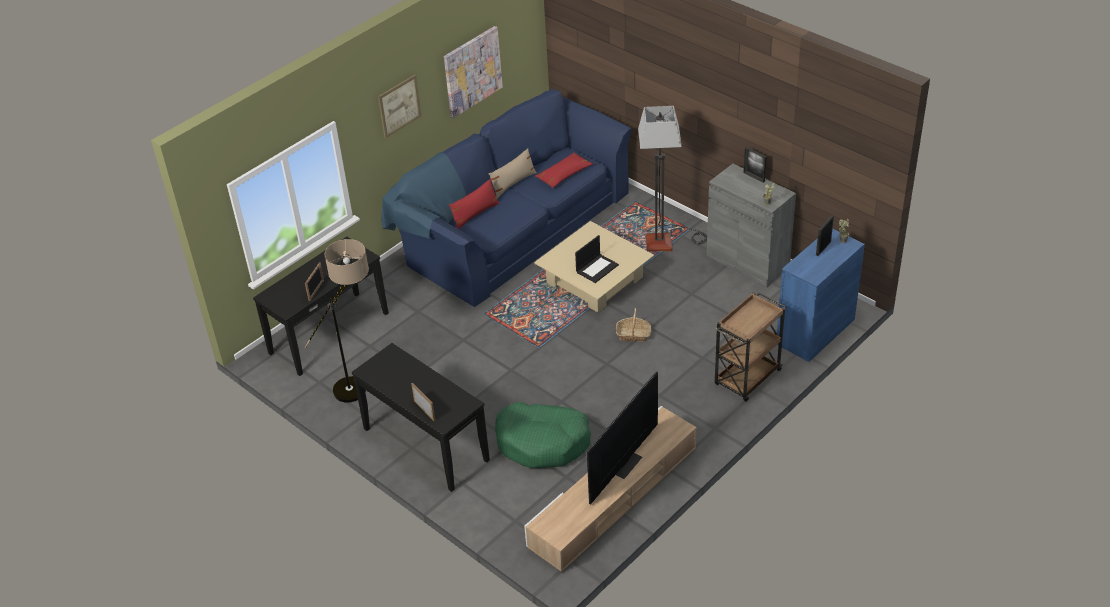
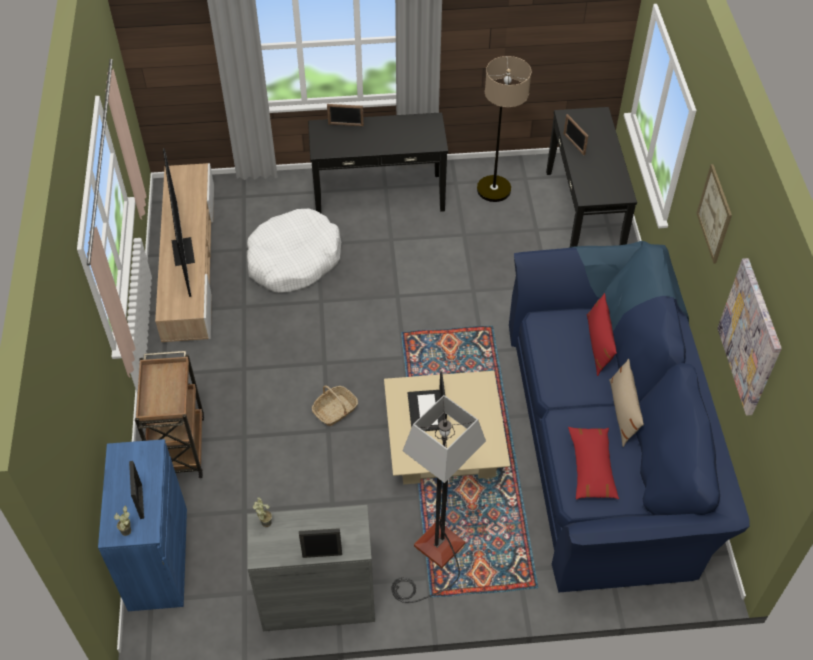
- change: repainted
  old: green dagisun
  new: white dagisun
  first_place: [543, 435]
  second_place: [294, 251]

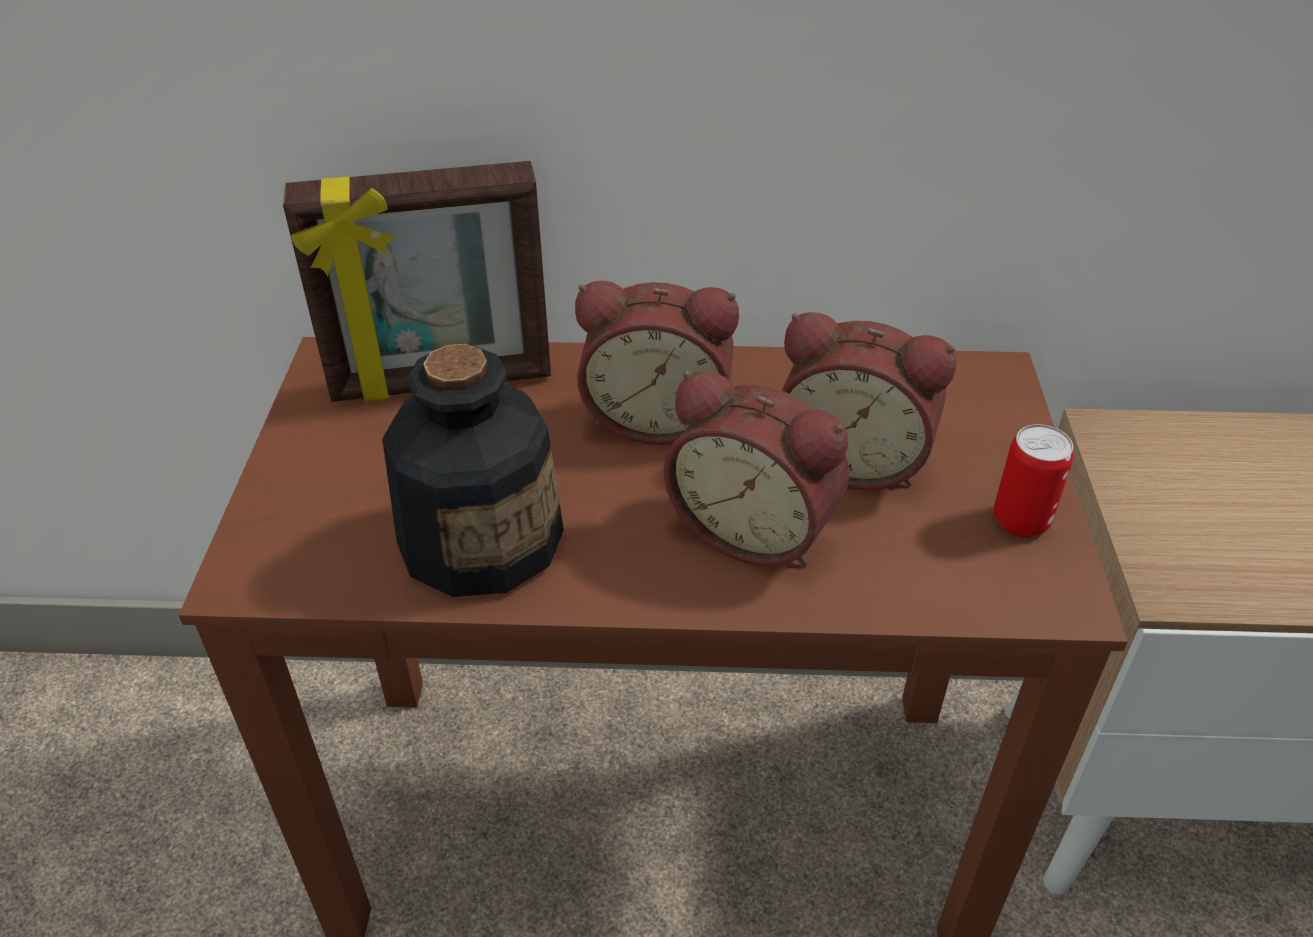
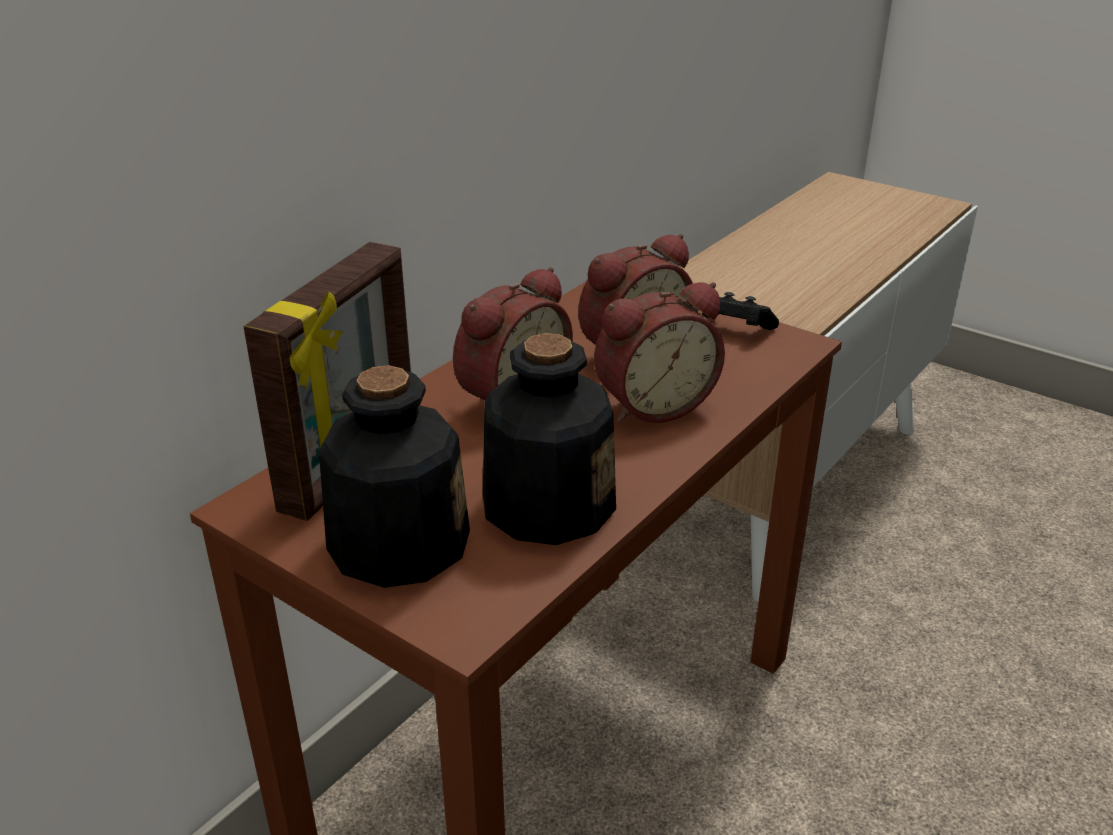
- change: new
  new: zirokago
  second_place: [394, 476]
- change: swapped
  old: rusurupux
  new: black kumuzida
  first_place: [1034, 480]
  second_place: [740, 311]

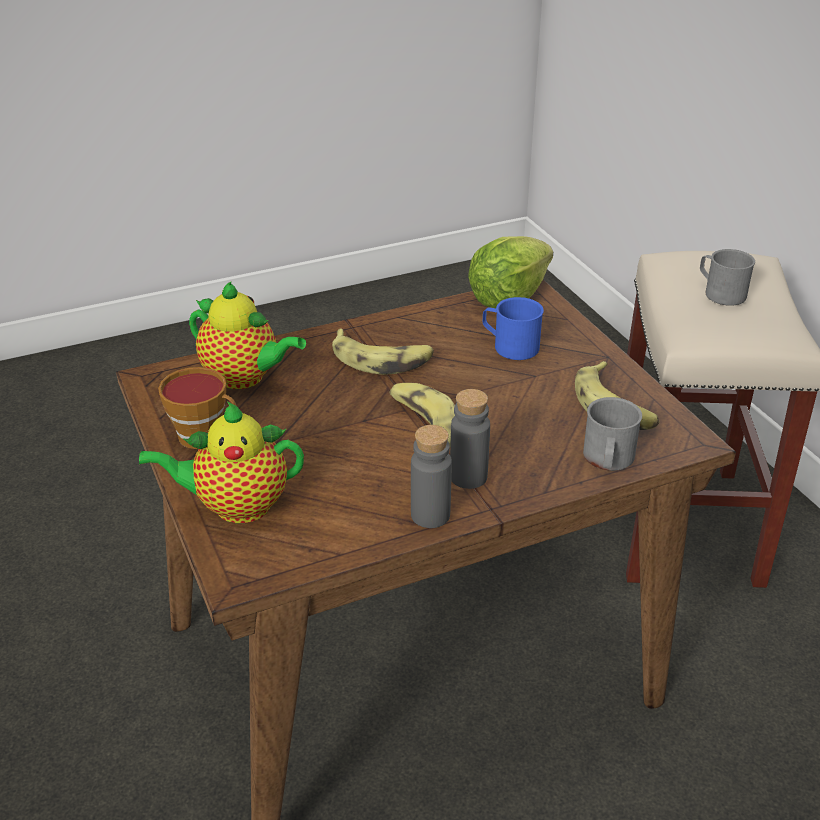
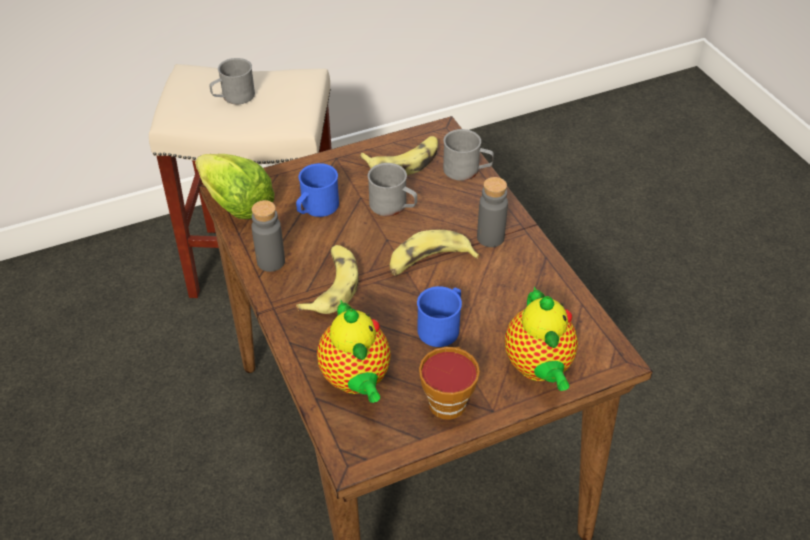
- change: shifted
  old: grey zirokago
  first_place: [431, 476]
  second_place: [268, 236]
- change: rotated
  old: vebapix
  first_place: [247, 335]
  second_place: [354, 351]
  degrees: 135
- change: new
  new: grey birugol
  second_place: [392, 189]
- change: new
  new: blue birugol
  second_place: [439, 316]

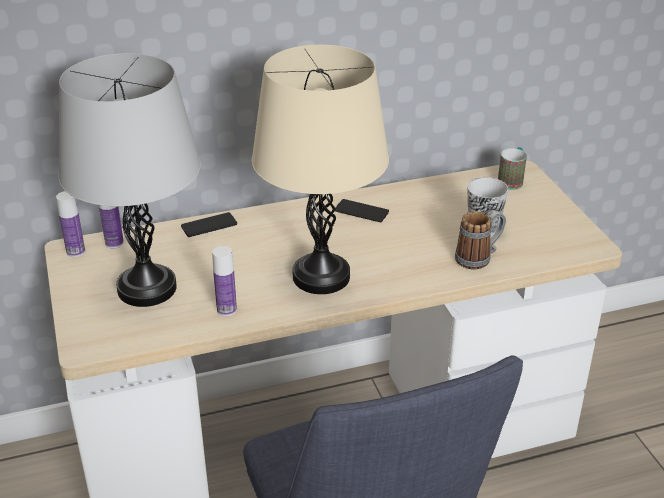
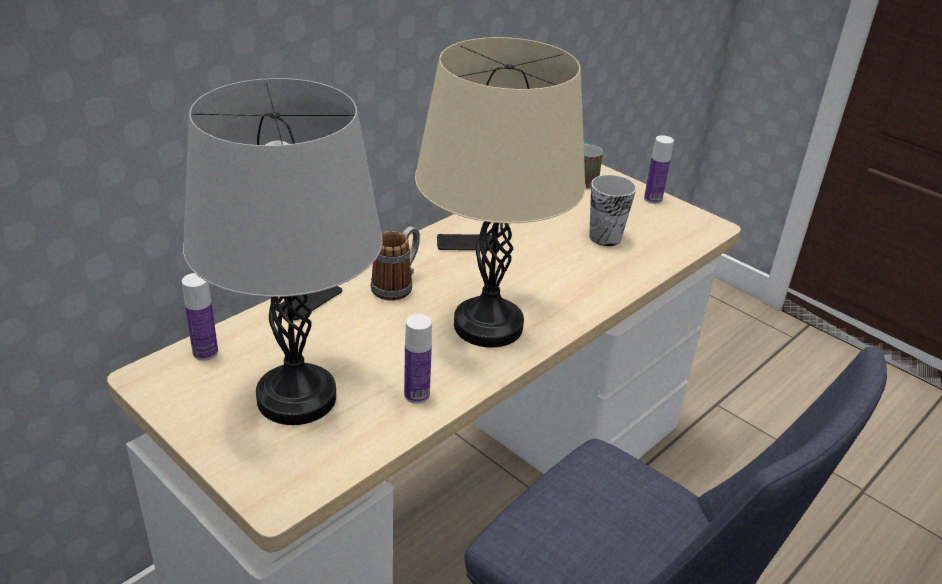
- change: shifted
  old: birugol
  first_place: [480, 240]
  second_place: [395, 263]
- change: shifted
  old: zirokago
  first_place: [70, 224]
  second_place: [659, 169]

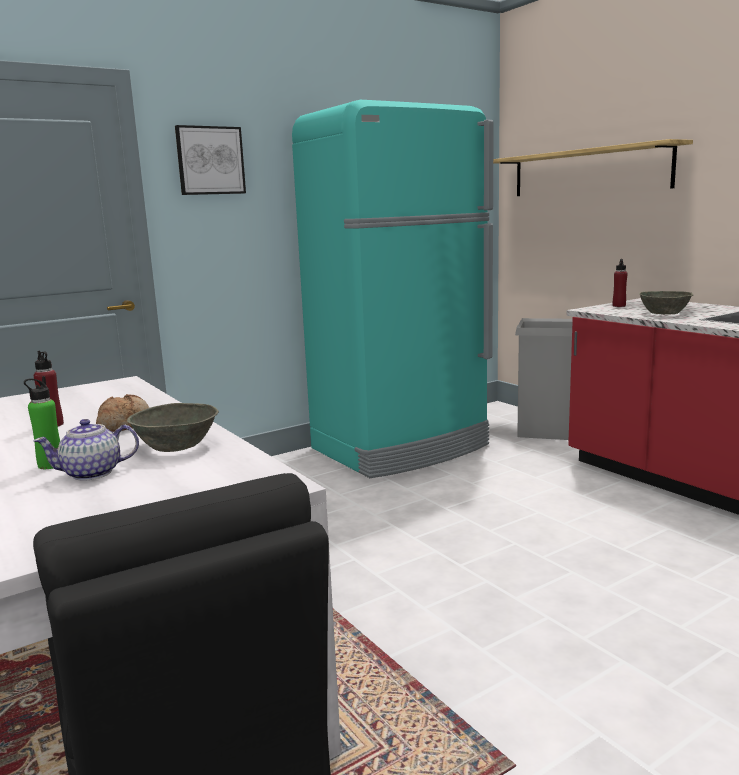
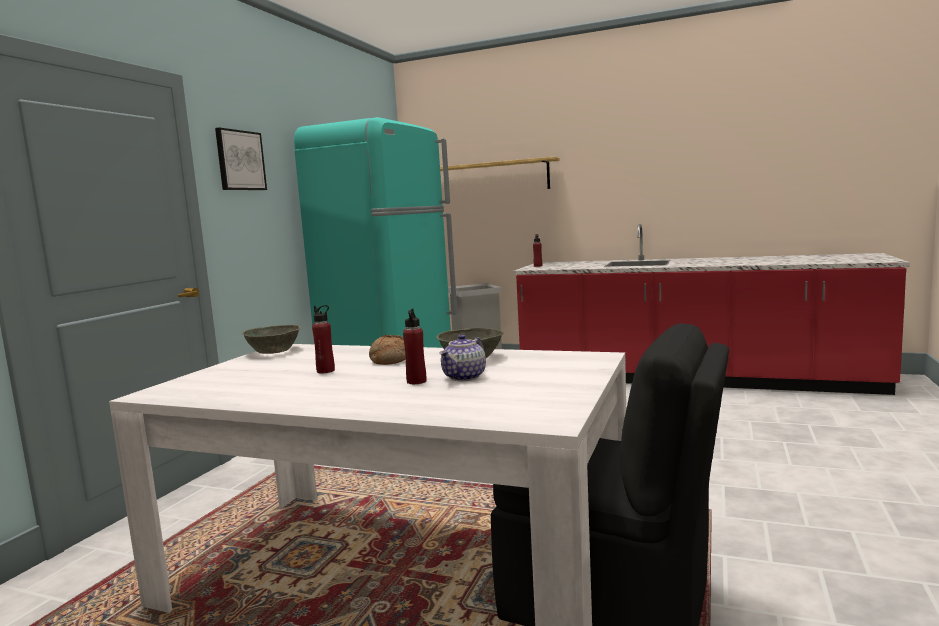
- change: shifted
  old: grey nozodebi
  first_place: [666, 303]
  second_place: [271, 339]
- change: repainted
  old: green zirokago
  new: red zirokago
  first_place: [42, 422]
  second_place: [414, 346]

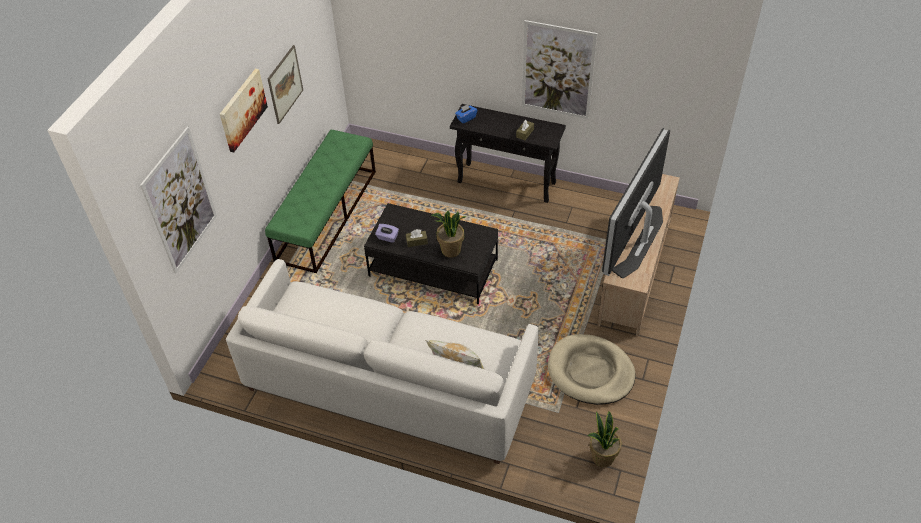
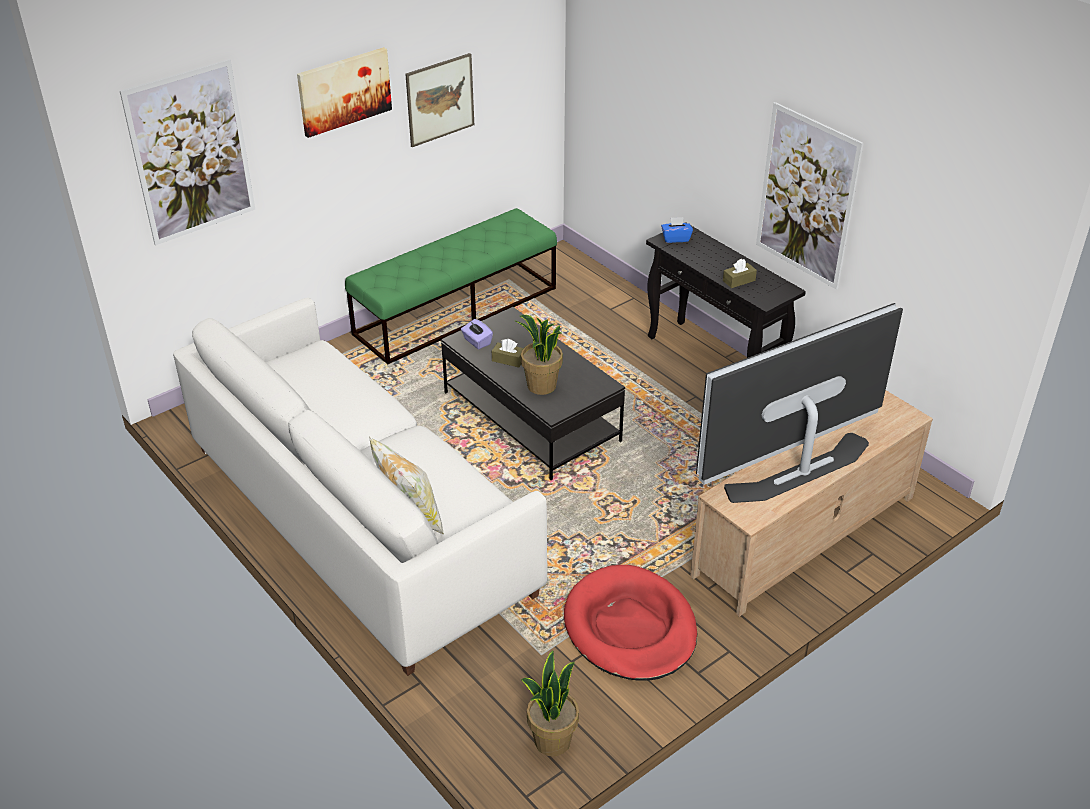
- change: repainted
  old: beige dagisun
  new: red dagisun
  first_place: [592, 369]
  second_place: [630, 623]

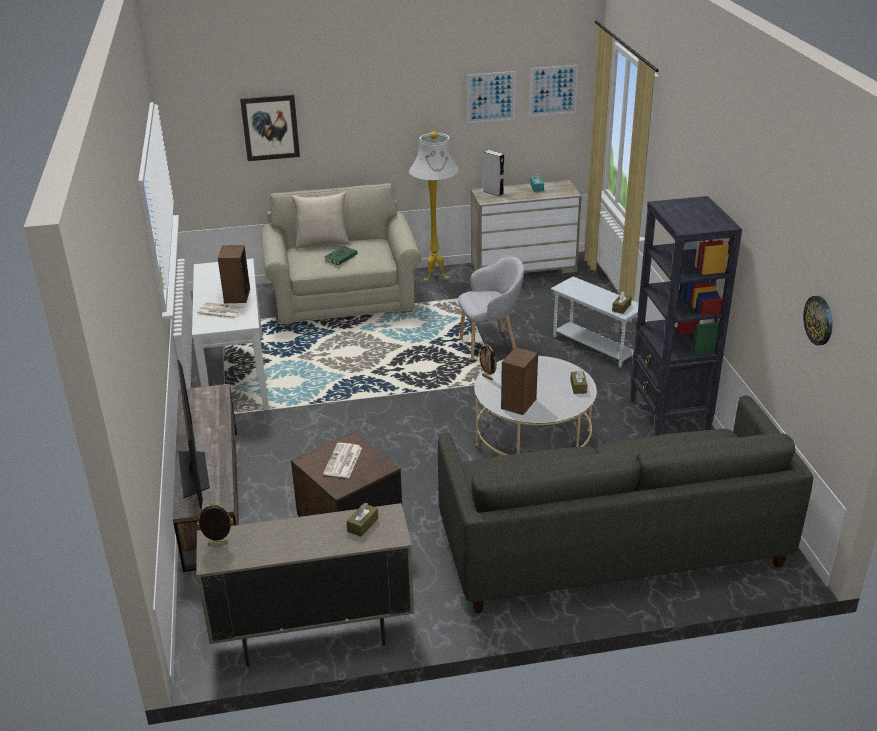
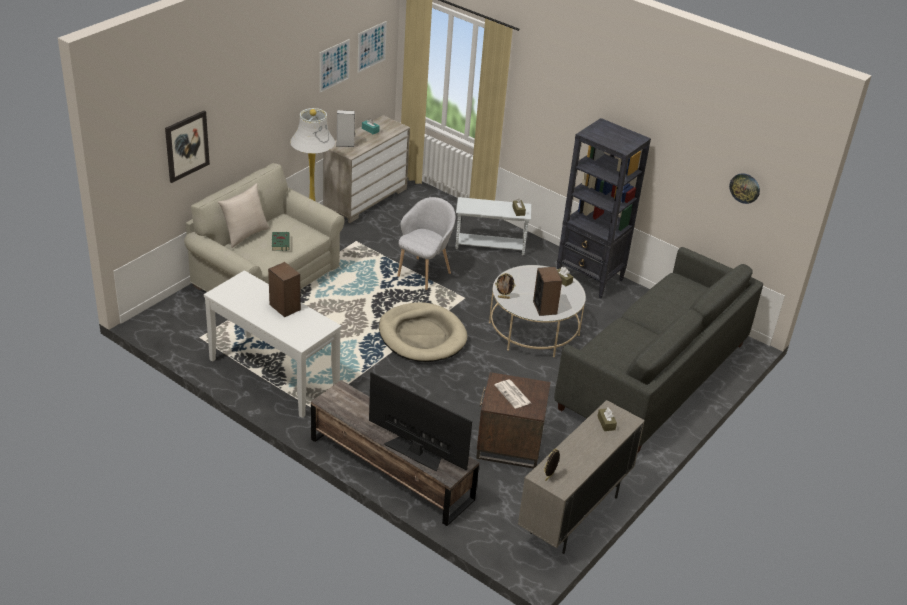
- change: new
  new: beige dagisun
  second_place: [423, 332]
- change: gone
  old: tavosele
  first_place: [220, 310]

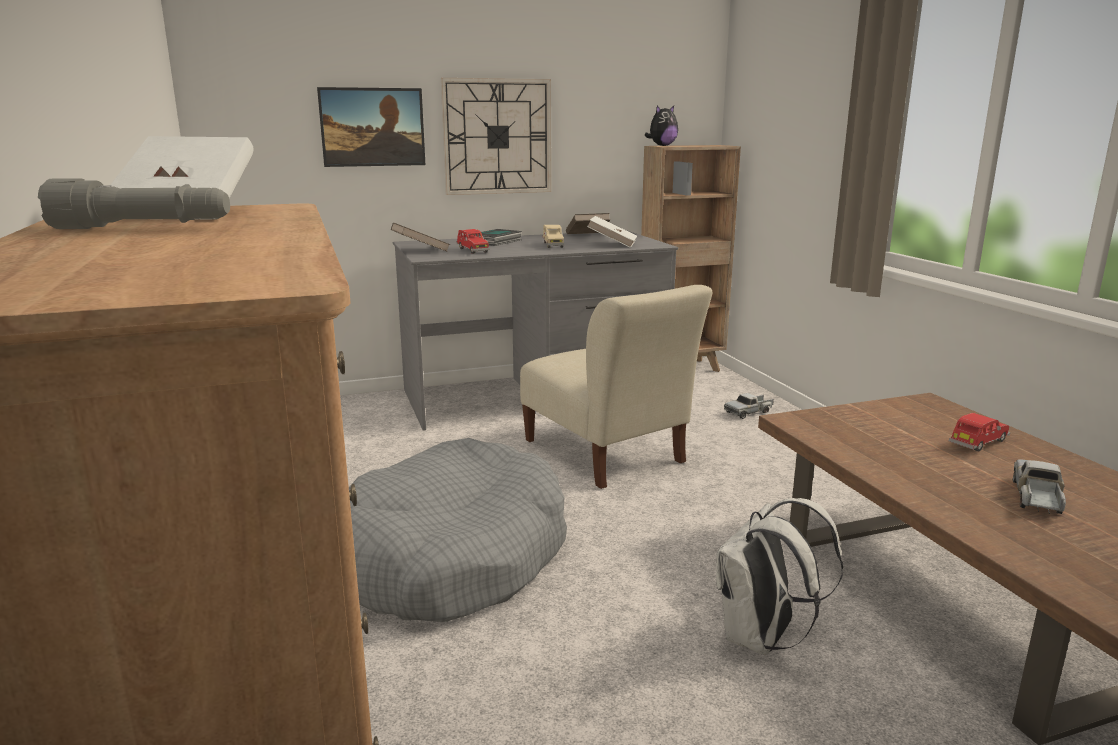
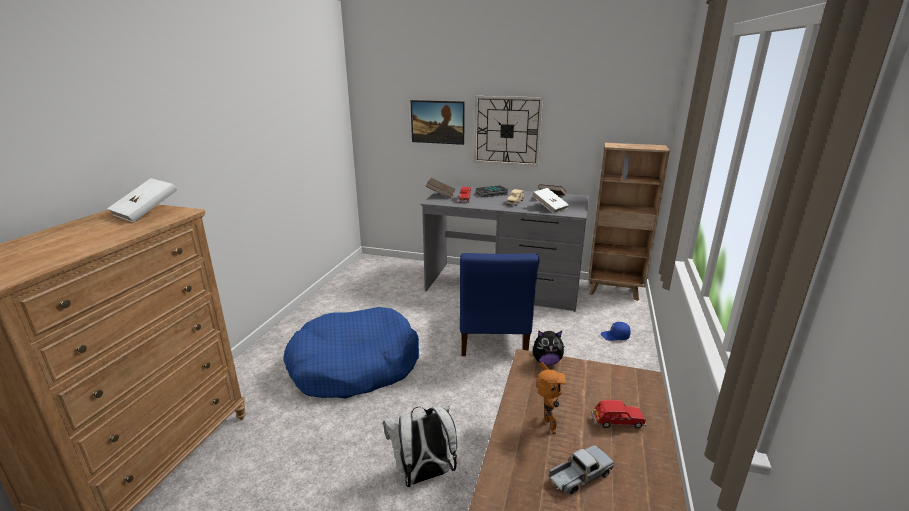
- change: repainted
  old: grey dagisun
  new: blue dagisun
  first_place: [458, 530]
  second_place: [351, 352]
- change: repainted
  old: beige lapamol
  new: blue lapamol
  first_place: [616, 387]
  second_place: [499, 304]
- change: shifted
  old: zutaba
  first_place: [661, 125]
  second_place: [548, 348]
- change: new
  new: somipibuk
  second_place: [551, 398]
- change: swapped
  old: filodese
  new: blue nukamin
  first_place: [749, 406]
  second_place: [616, 331]
- change: gone
  old: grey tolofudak
  first_place: [134, 203]

